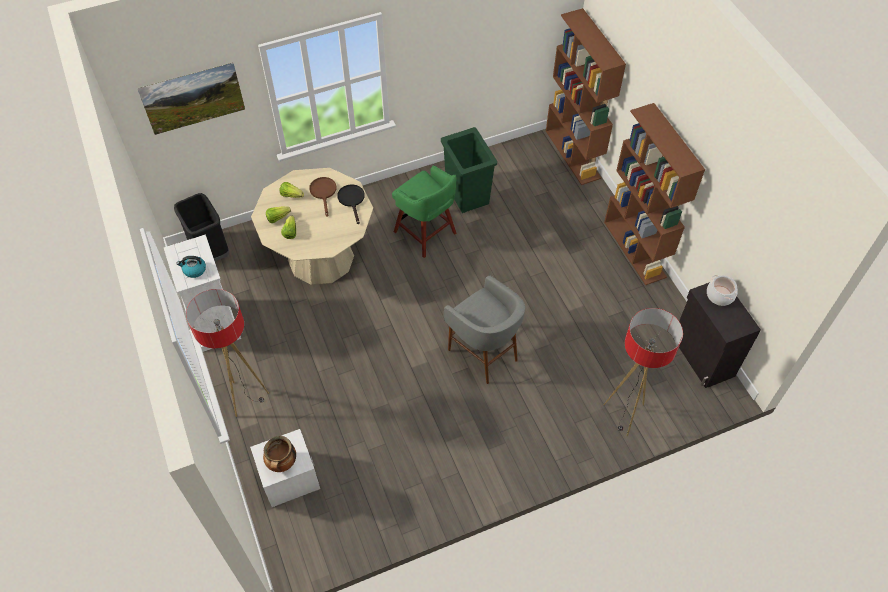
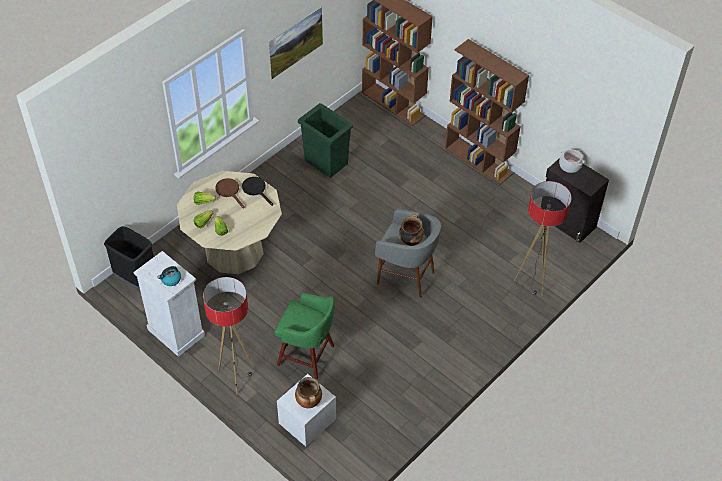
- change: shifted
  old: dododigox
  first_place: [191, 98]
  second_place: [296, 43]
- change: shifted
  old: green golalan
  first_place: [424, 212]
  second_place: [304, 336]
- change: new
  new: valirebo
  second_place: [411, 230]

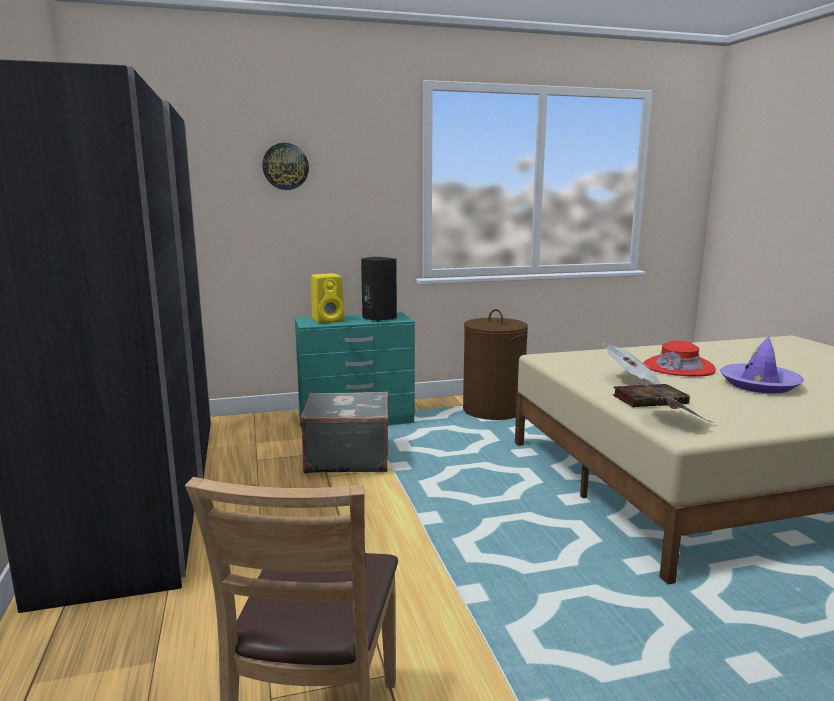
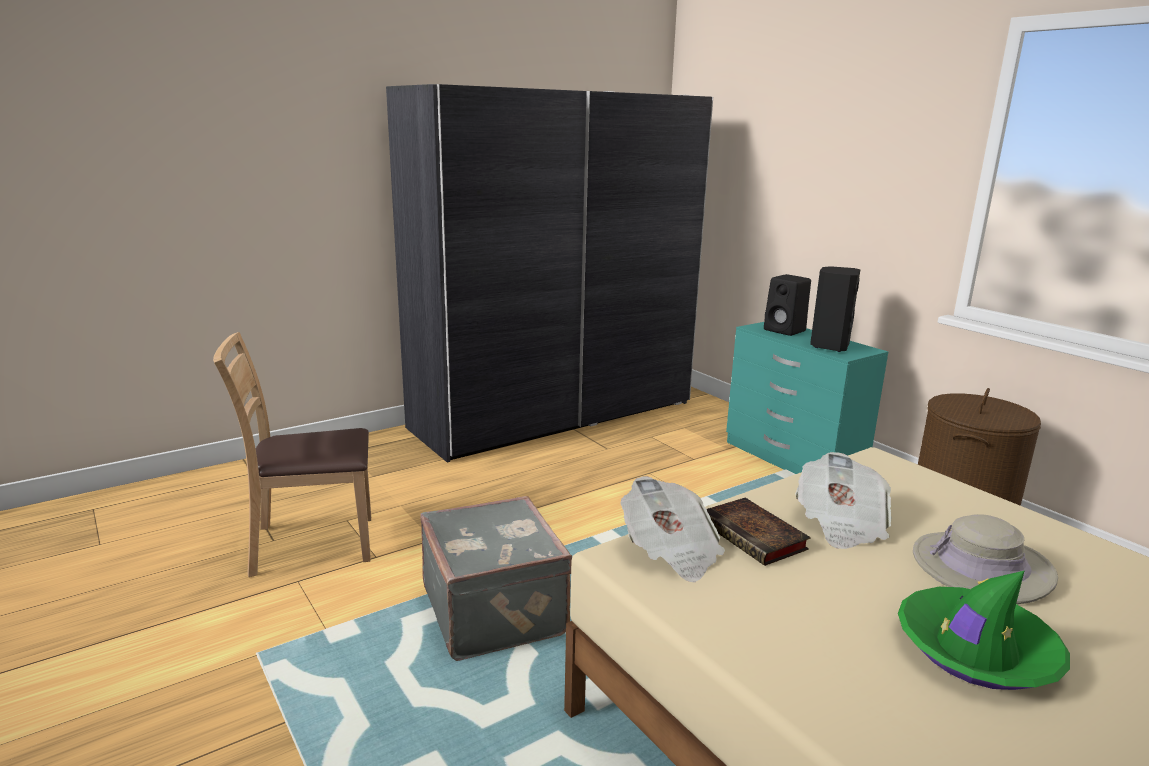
- change: shifted
  old: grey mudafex
  first_place: [344, 432]
  second_place: [496, 578]
- change: repainted
  old: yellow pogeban
  new: black pogeban
  first_place: [328, 298]
  second_place: [787, 305]
- change: repainted
  old: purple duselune
  new: green duselune
  first_place: [762, 365]
  second_place: [984, 630]
- change: repainted
  old: red duselune
  new: beige duselune
  first_place: [679, 359]
  second_place: [985, 559]
- change: gone
  old: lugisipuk
  first_place: [285, 166]

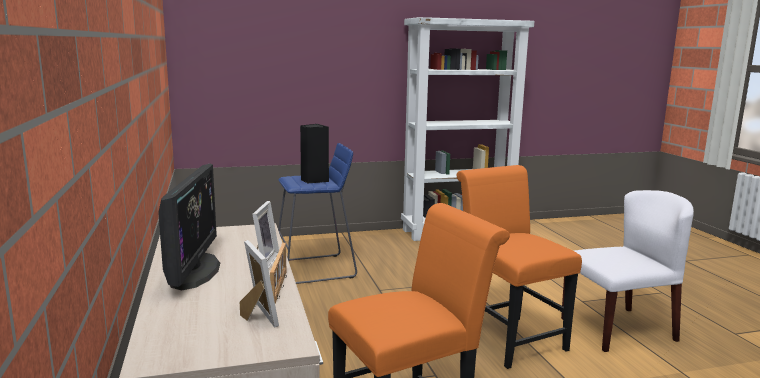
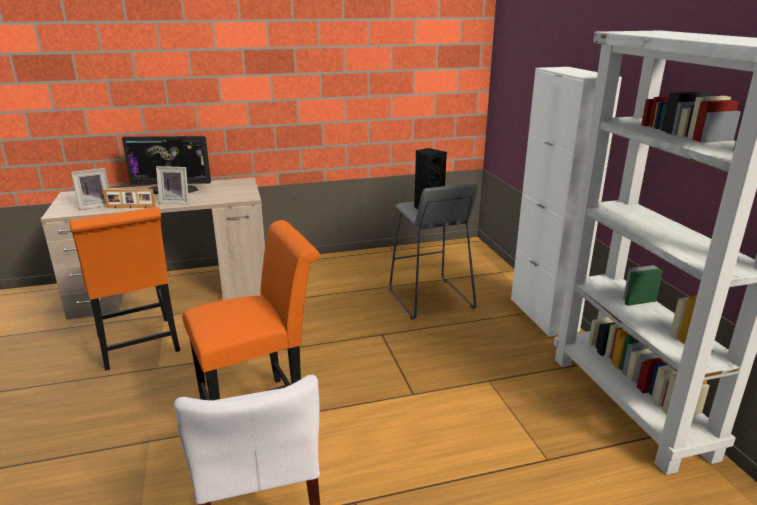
- change: repainted
  old: blue golalan
  new: grey golalan
  first_place: [317, 213]
  second_place: [433, 251]
- change: new
  new: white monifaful
  second_place: [566, 202]

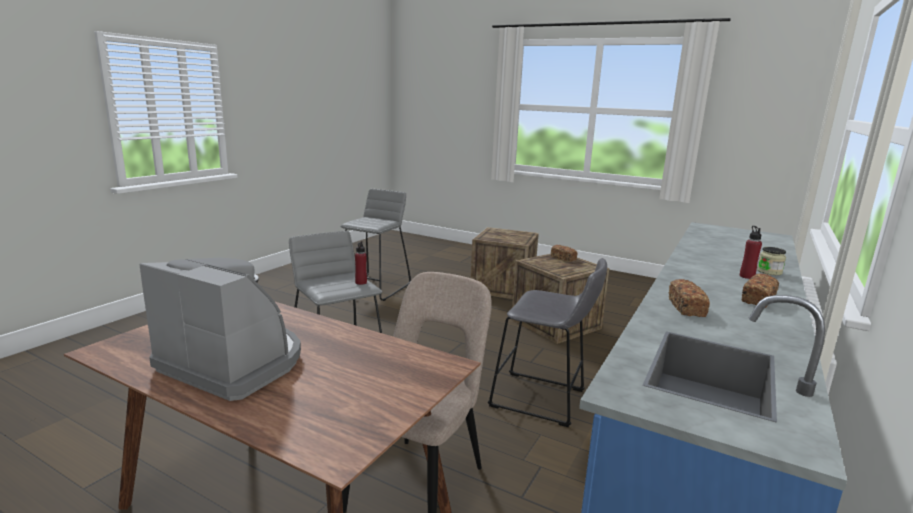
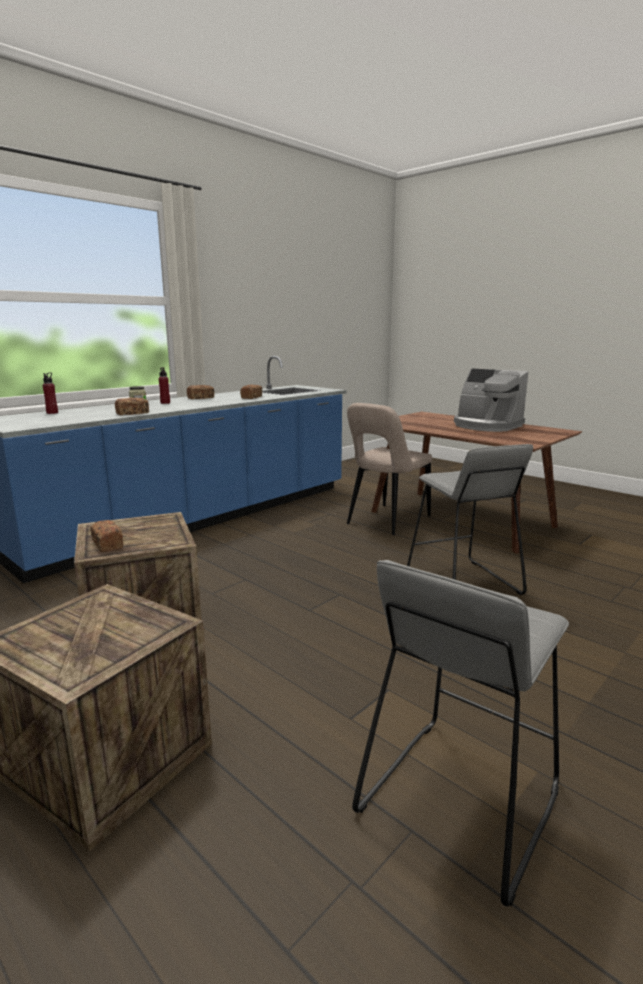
- change: shifted
  old: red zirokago
  first_place: [361, 263]
  second_place: [50, 393]
- change: new
  new: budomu
  second_place: [132, 406]
- change: gone
  old: grey golalan
  first_place: [547, 342]

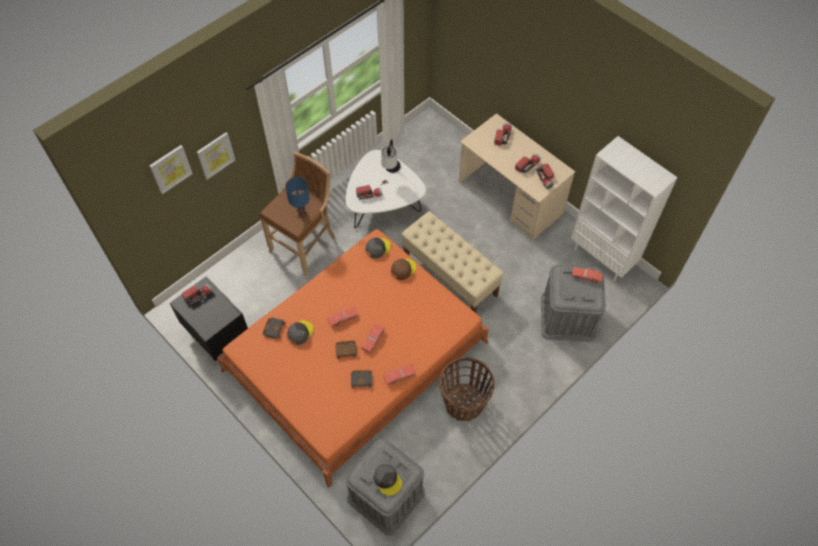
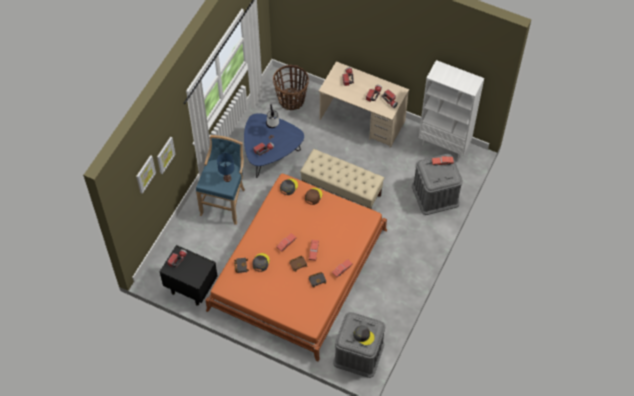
- change: repainted
  old: brown golalan
  new: blue golalan
  first_place: [297, 214]
  second_place: [220, 180]
- change: repainted
  old: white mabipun
  new: blue mabipun
  first_place: [386, 189]
  second_place: [274, 145]
- change: shifted
  old: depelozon
  first_place: [467, 389]
  second_place: [291, 87]

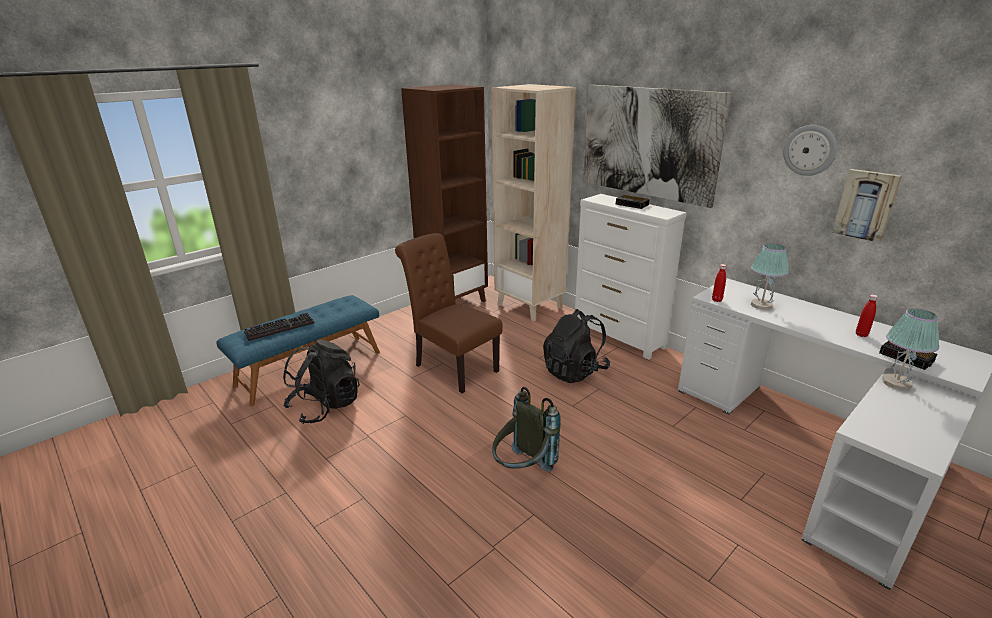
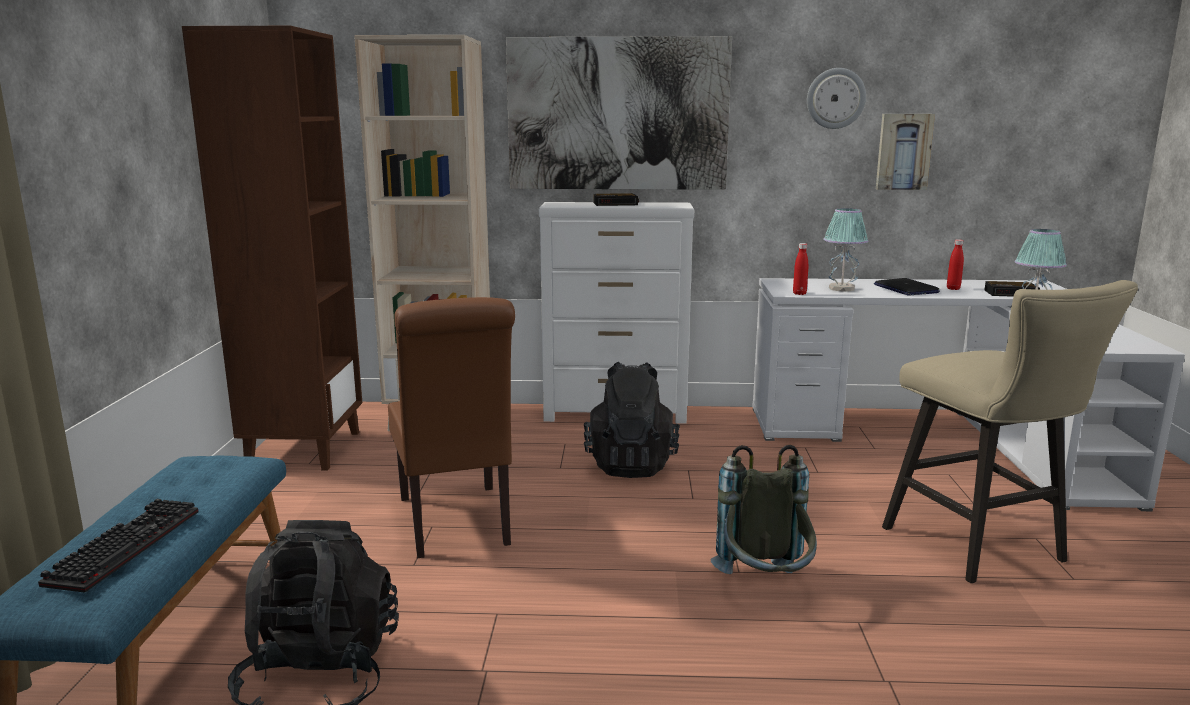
- change: rotated
  old: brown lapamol
  first_place: [449, 313]
  second_place: [451, 427]
  degrees: -105
- change: new
  new: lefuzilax
  second_place: [907, 287]
- change: new
  new: beige golalan
  second_place: [1010, 431]

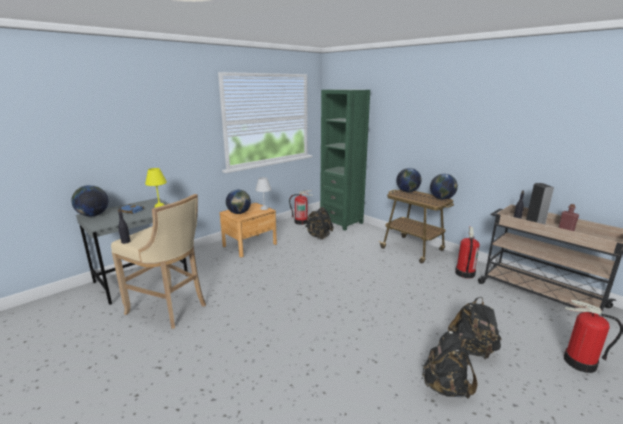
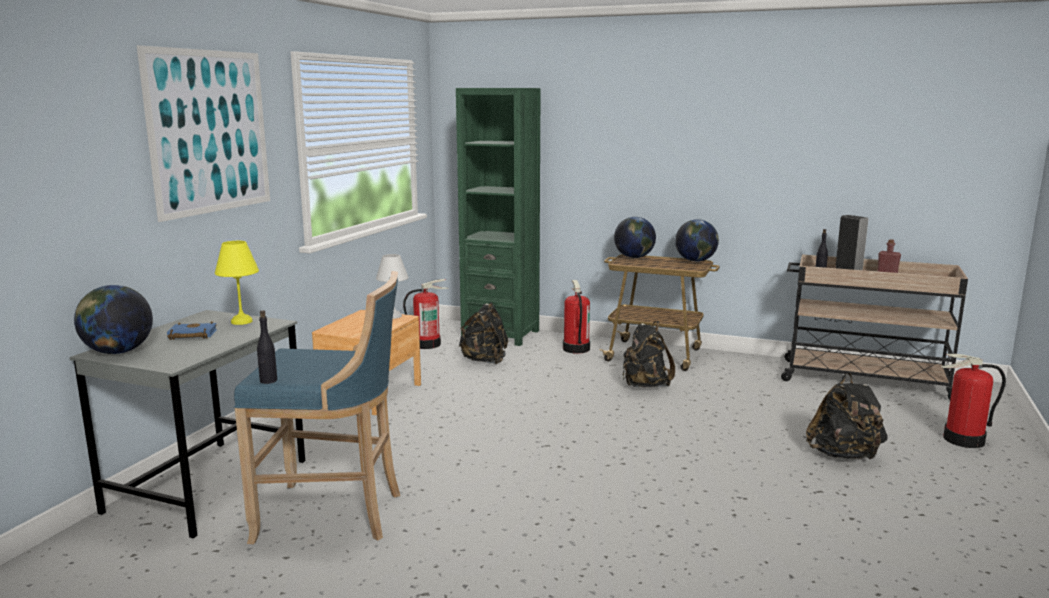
- change: new
  new: dododigox
  second_place: [203, 133]
- change: repainted
  old: beige golalan
  new: blue golalan
  first_place: [158, 261]
  second_place: [317, 407]
- change: shifted
  old: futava
  first_place: [467, 252]
  second_place: [576, 316]
- change: shifted
  old: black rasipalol
  first_place: [449, 365]
  second_place: [649, 354]
- change: gone
  old: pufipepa
  first_place: [238, 201]

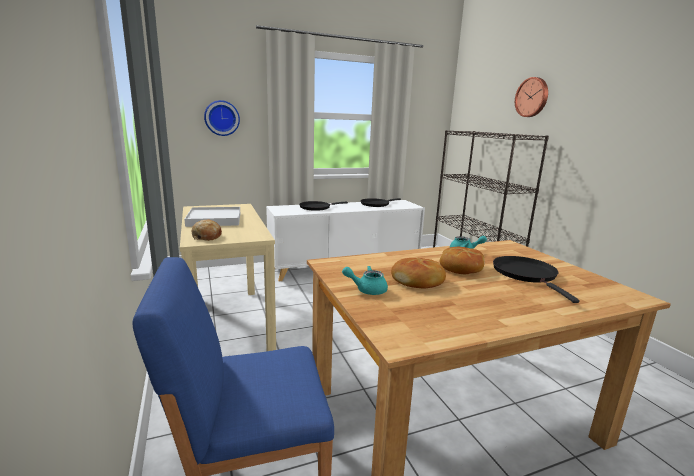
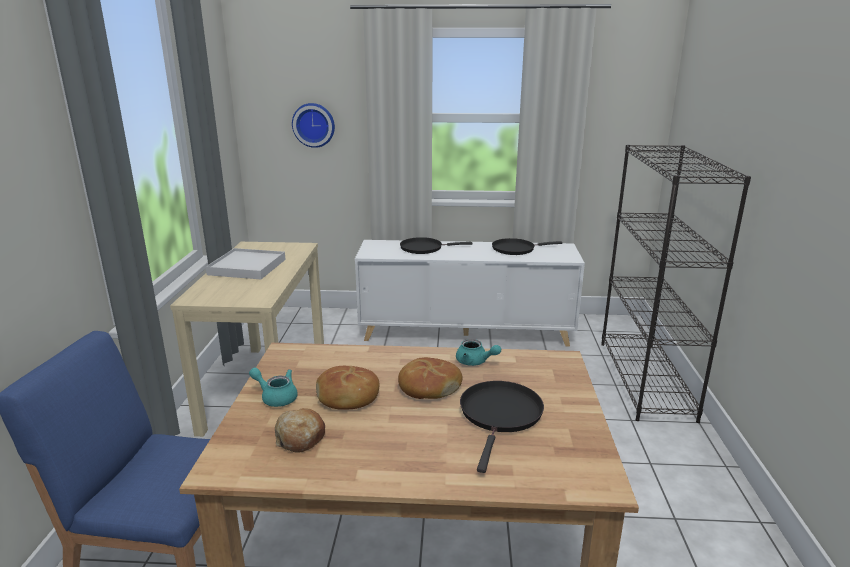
- change: shifted
  old: budomu
  first_place: [206, 230]
  second_place: [300, 430]
- change: gone
  old: lugisipuk
  first_place: [531, 97]

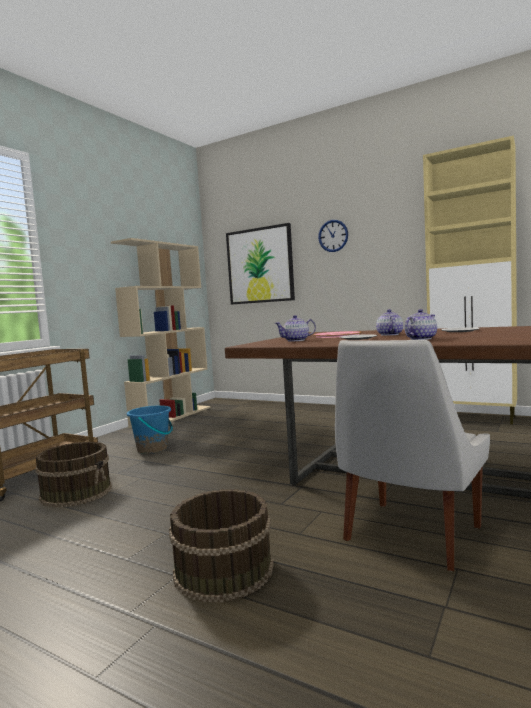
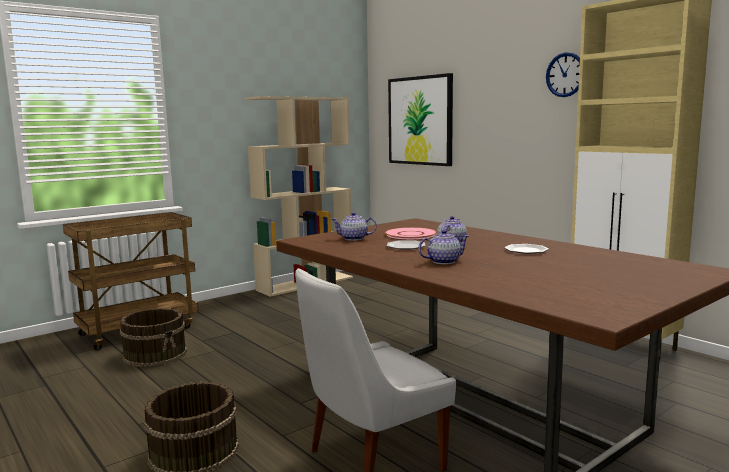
- change: shifted
  old: lugisipuk
  first_place: [333, 236]
  second_place: [563, 74]
- change: gone
  old: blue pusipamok
  first_place: [150, 429]

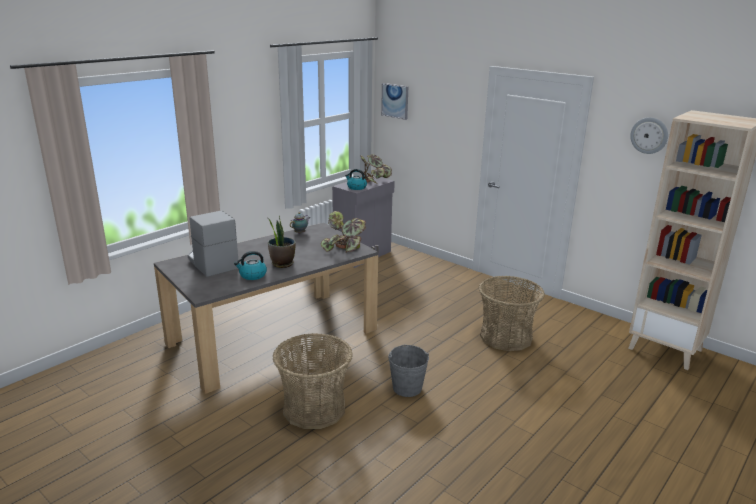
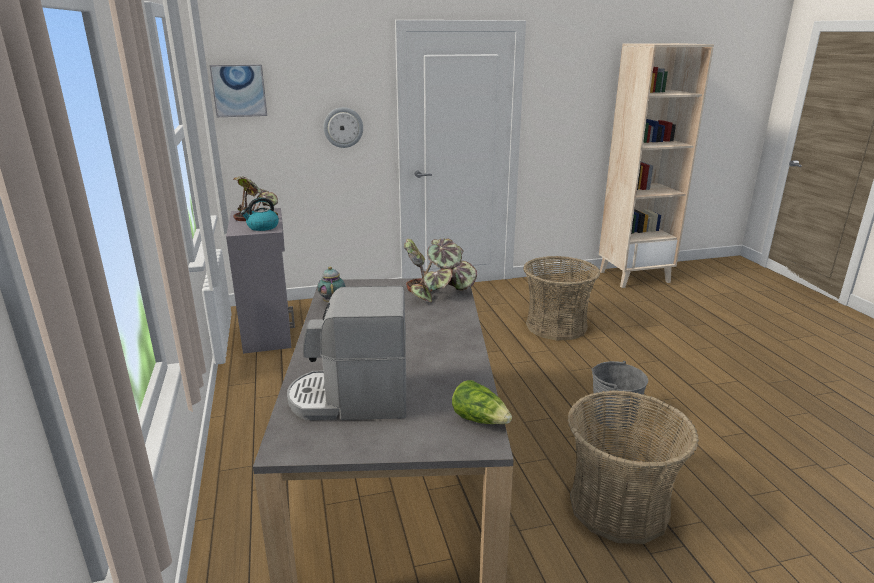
- change: shifted
  old: lugisipuk
  first_place: [649, 135]
  second_place: [343, 127]
- change: new
  new: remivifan
  second_place: [482, 402]
- change: gone
  old: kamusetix
  first_place: [250, 265]
- change: gone
  old: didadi
  first_place: [282, 242]

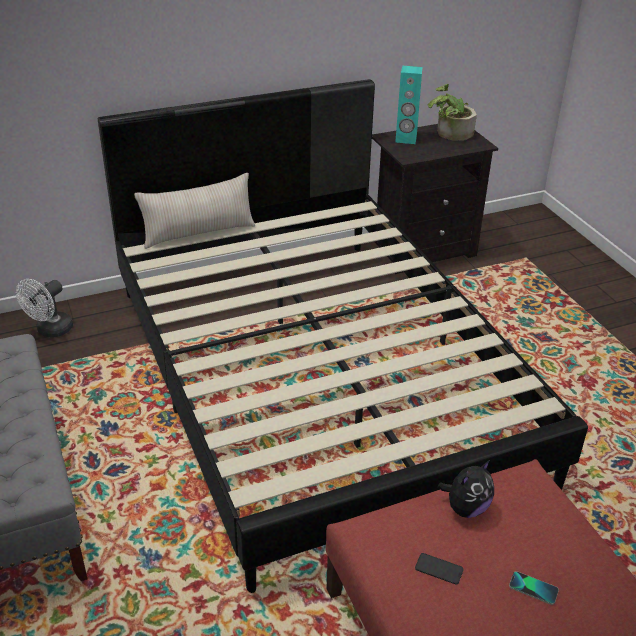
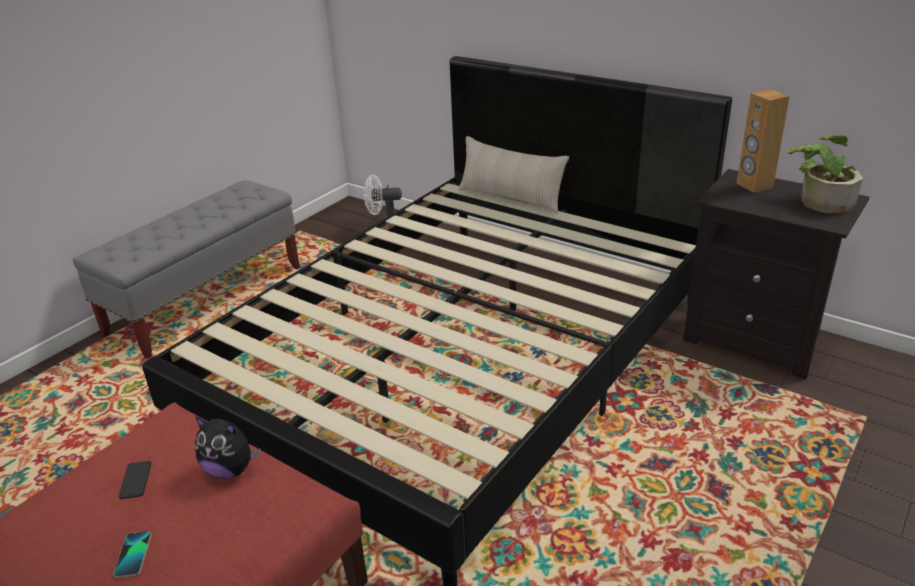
- change: repainted
  old: turquoise pogeban
  new: brown pogeban
  first_place: [408, 105]
  second_place: [763, 141]

